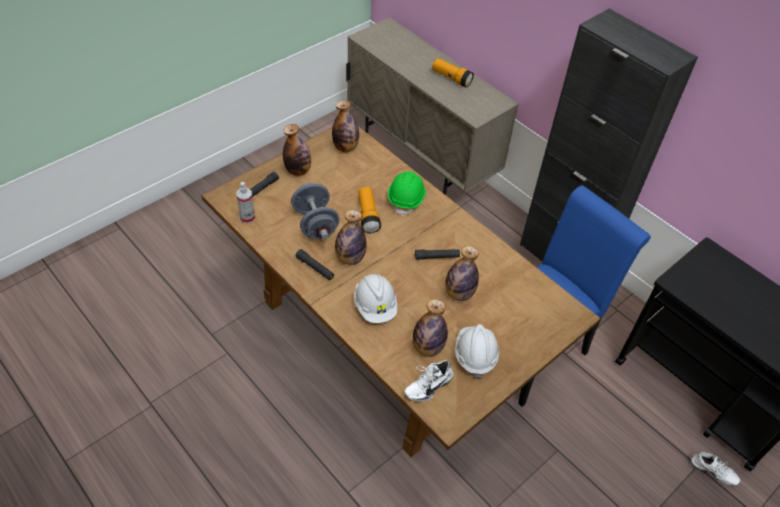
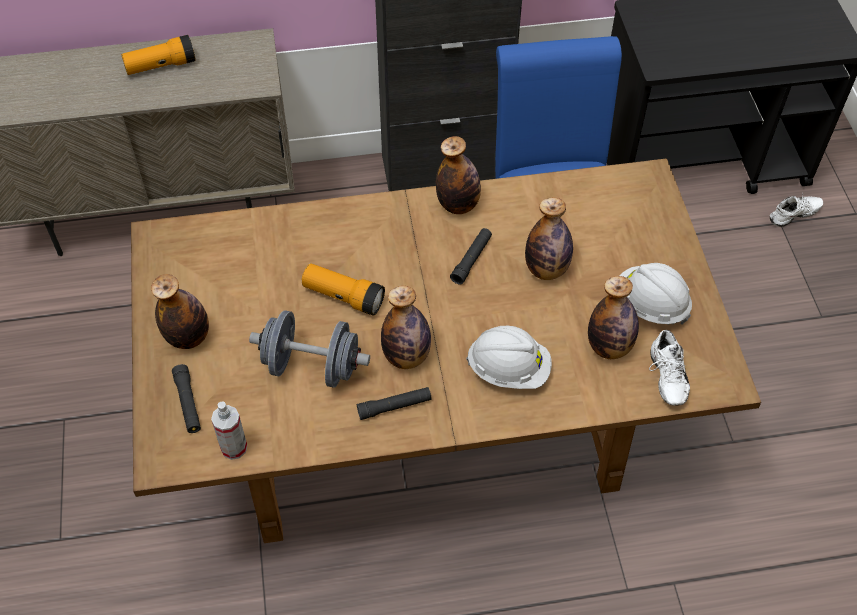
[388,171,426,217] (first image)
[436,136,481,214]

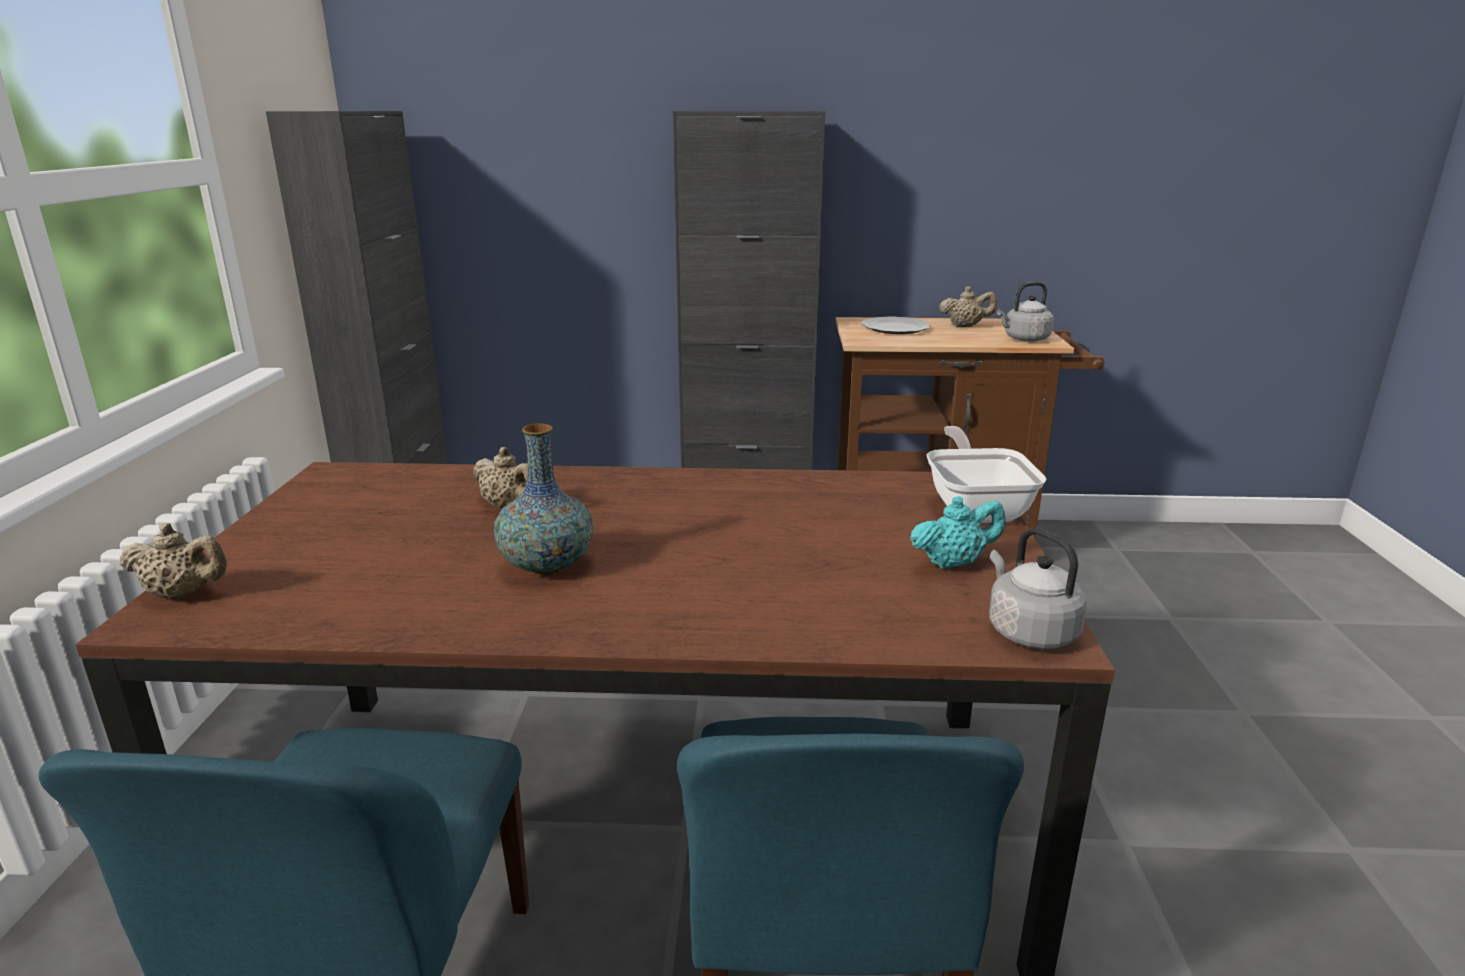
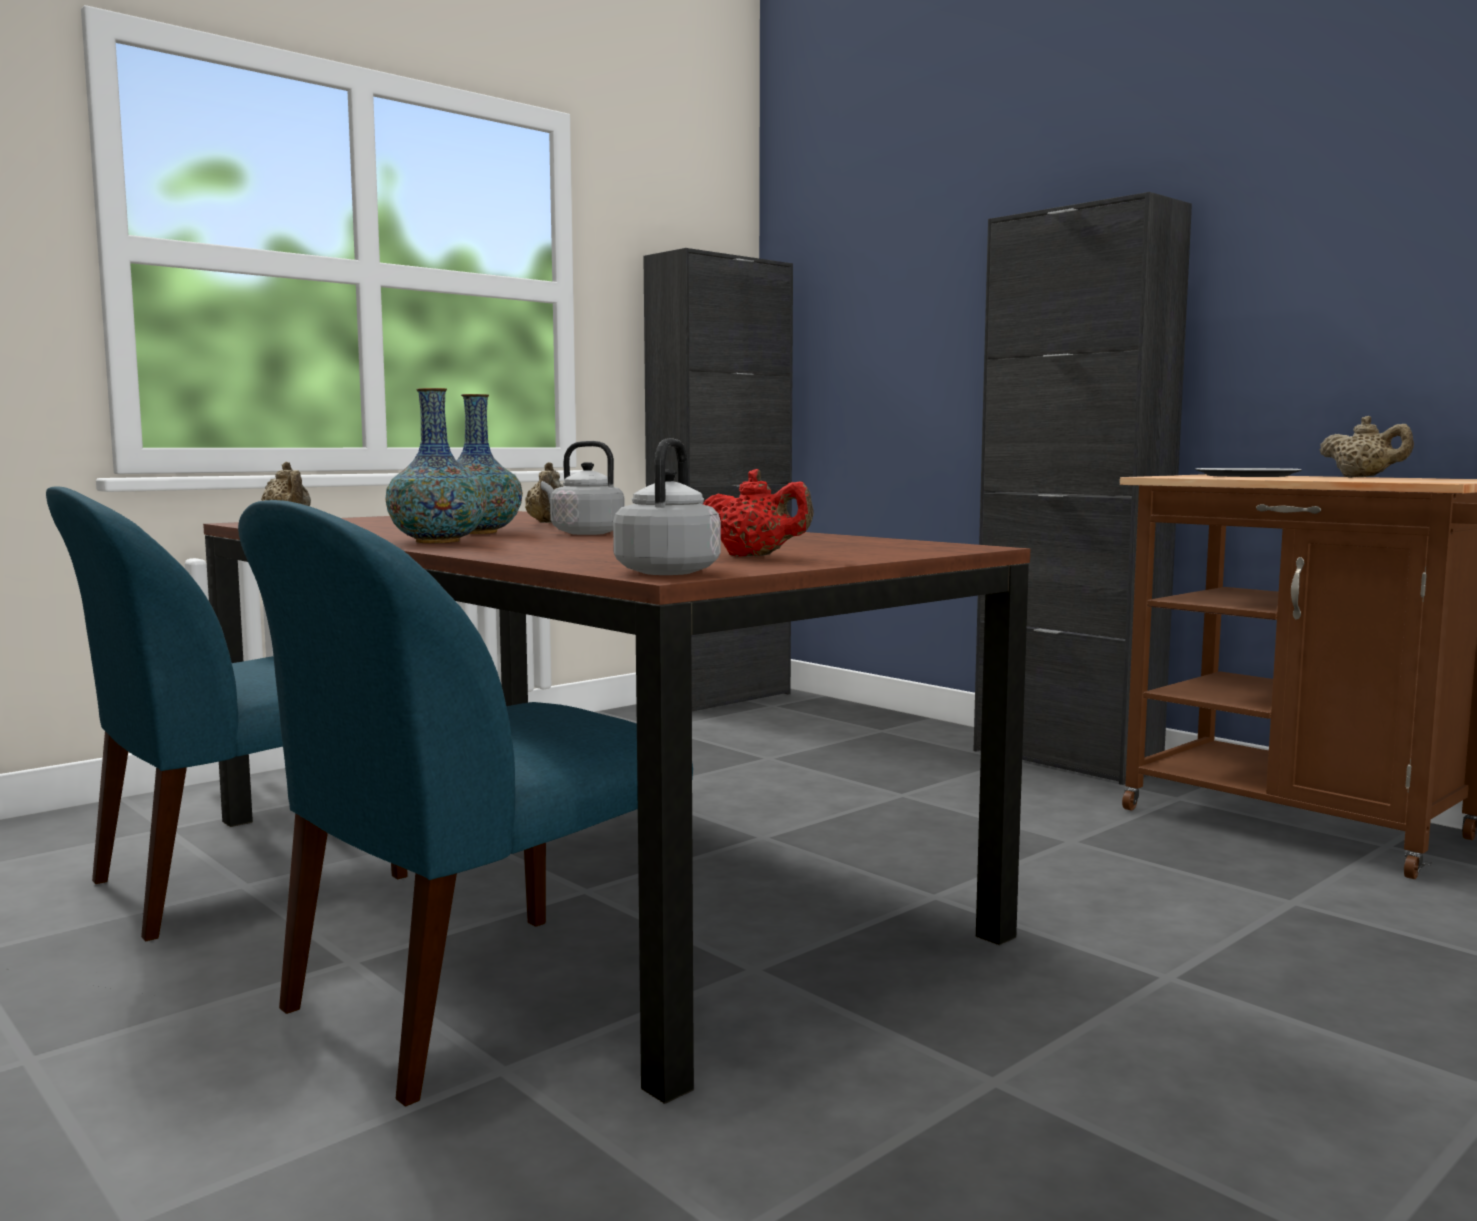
[926,426,1047,523] (first image)
[385,388,488,543]
[541,441,625,535]
[703,469,813,557]

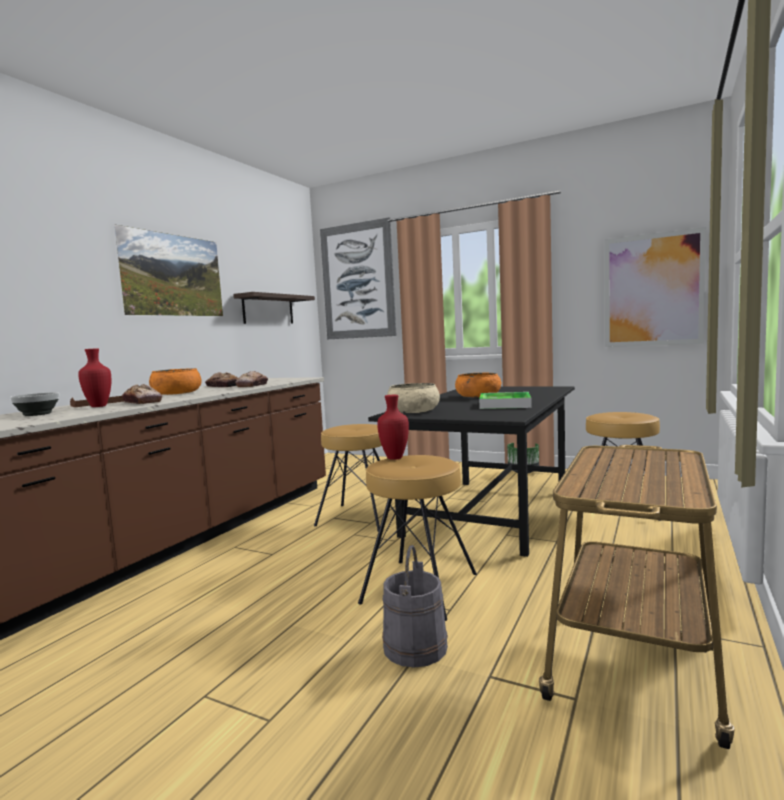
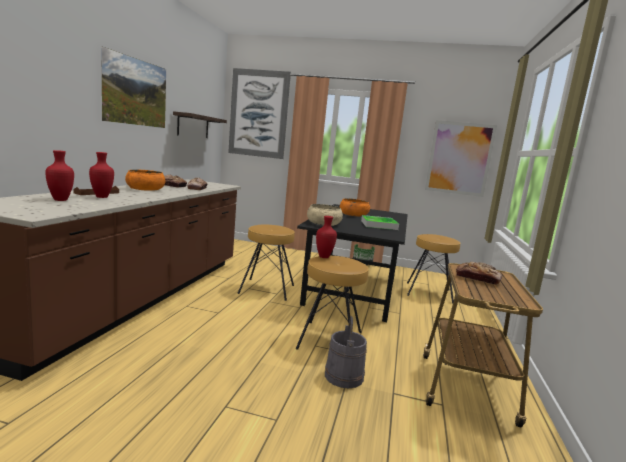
[456,261,502,285]
[45,150,74,201]

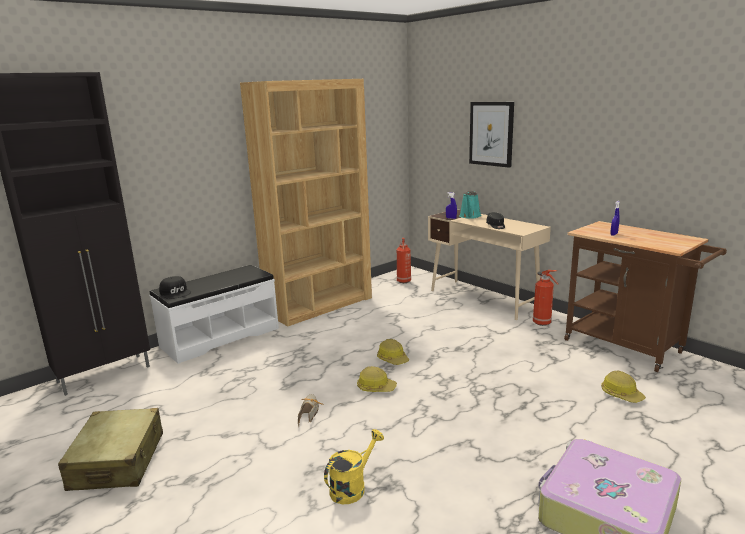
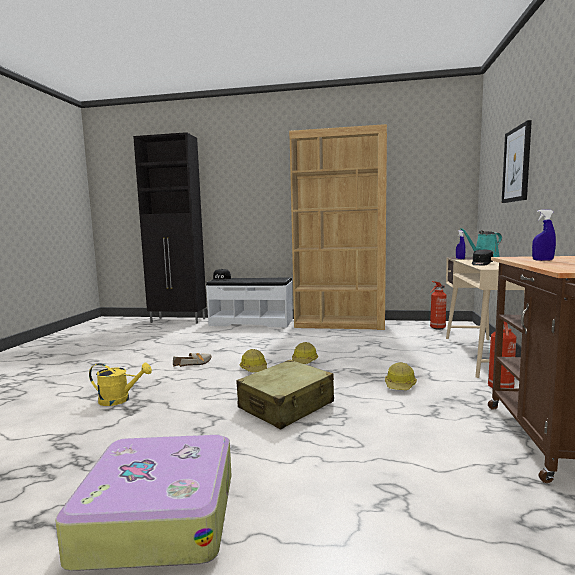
[237,360,334,430]
[385,362,417,390]

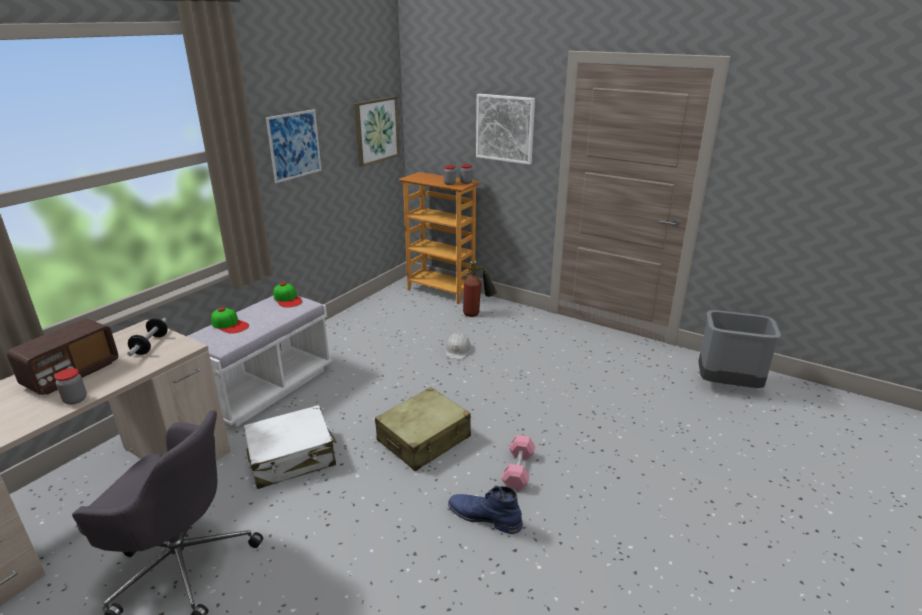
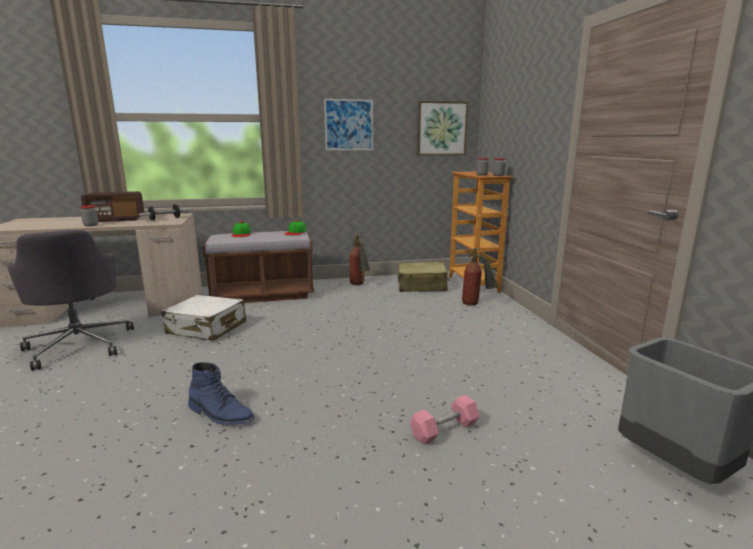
[445,332,471,359] (first image)
[476,94,535,165] (first image)
[350,234,370,285]
[398,262,450,292]
[410,395,480,445]
[202,231,314,303]
[188,362,255,425]

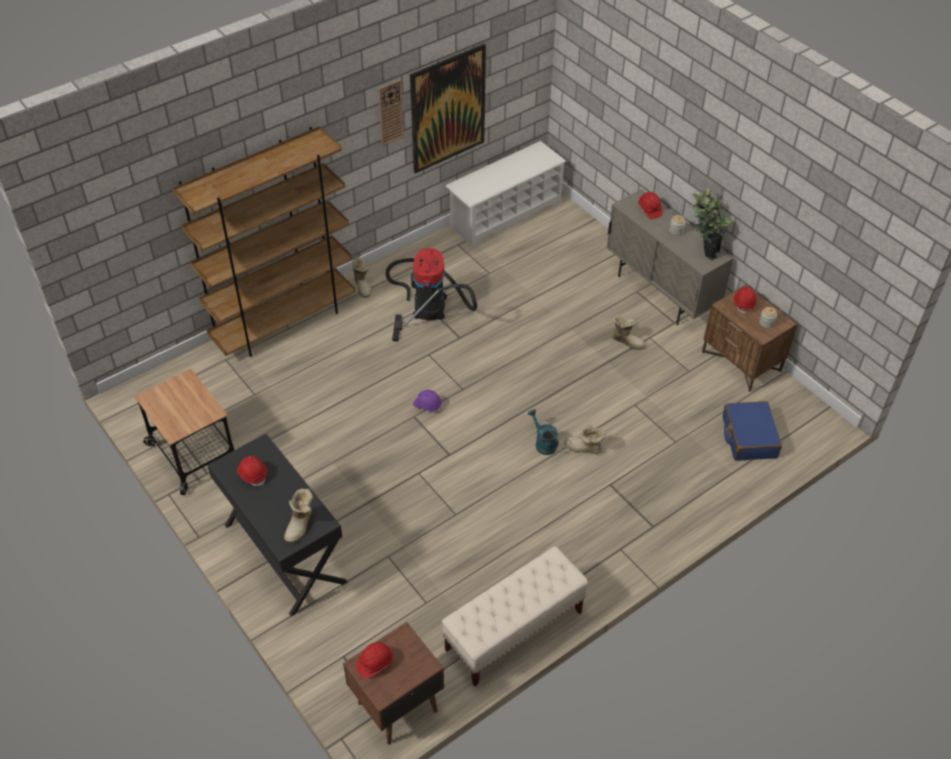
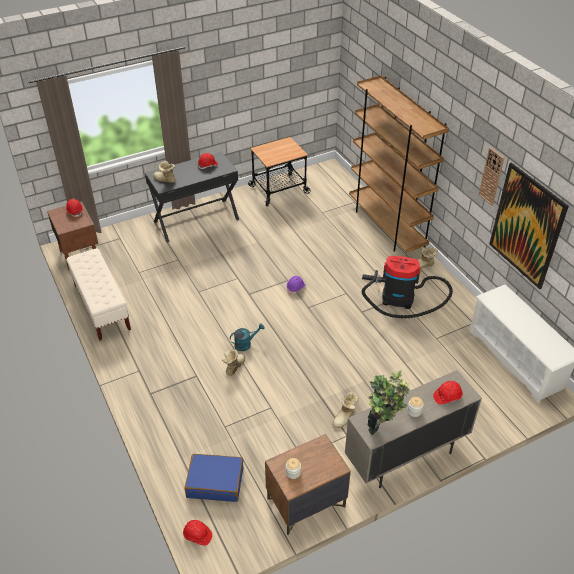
[183,520,212,545]

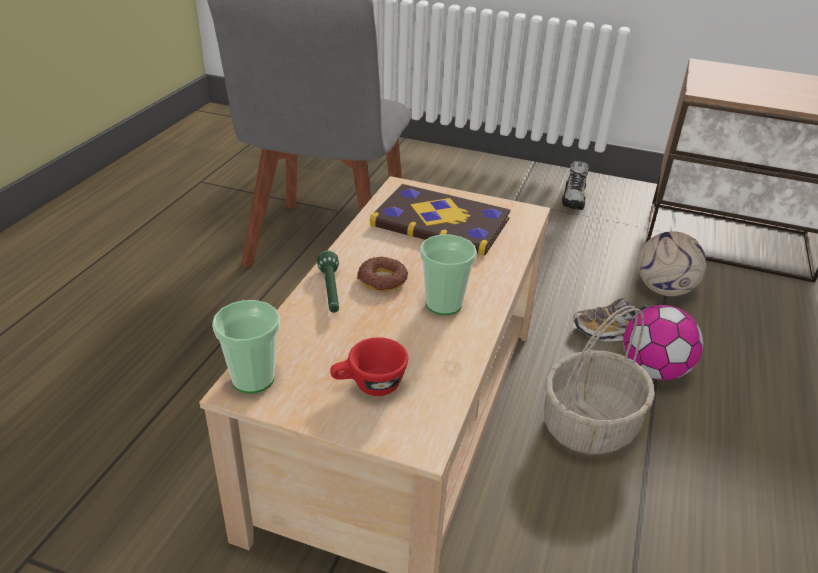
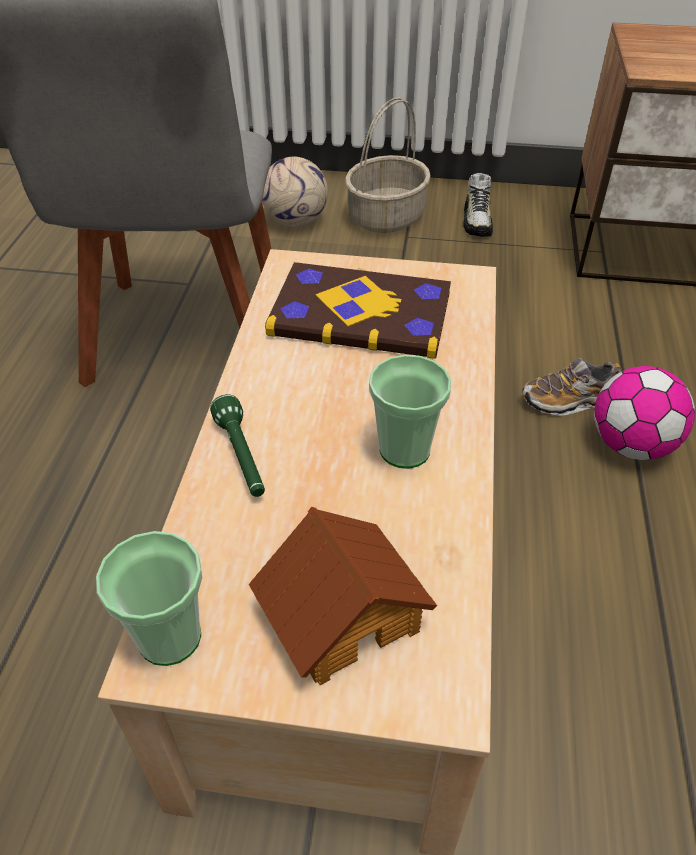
[357,257,408,291] (first image)
[345,98,431,233]
[262,156,328,227]
[249,507,437,685]

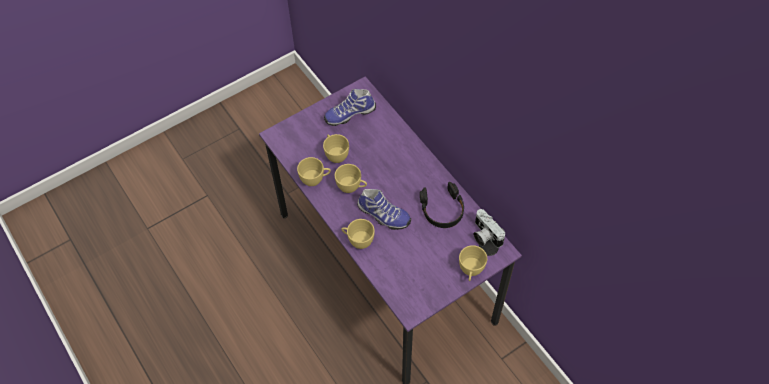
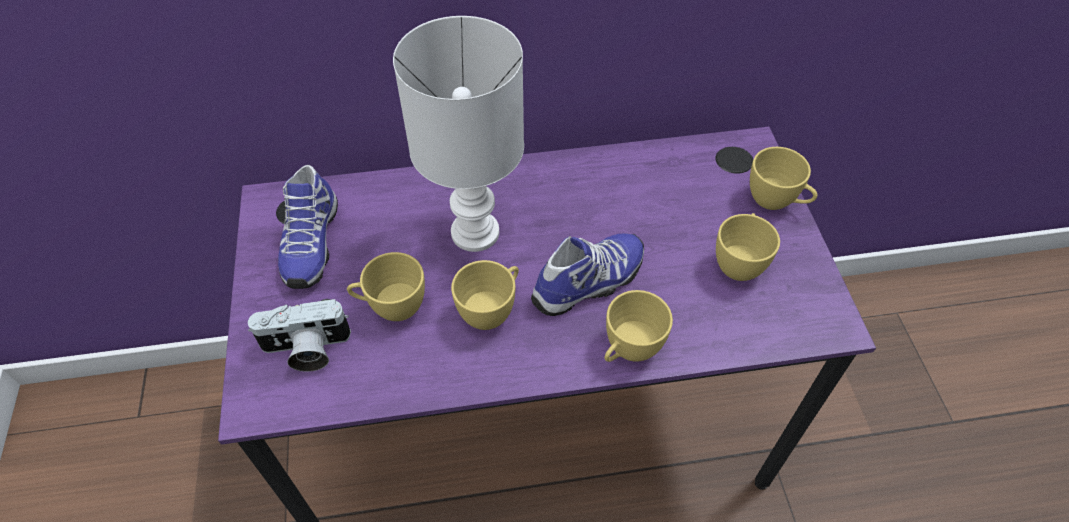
[420,182,464,228] (first image)
[393,16,524,252]
[716,213,780,281]
[248,299,351,372]

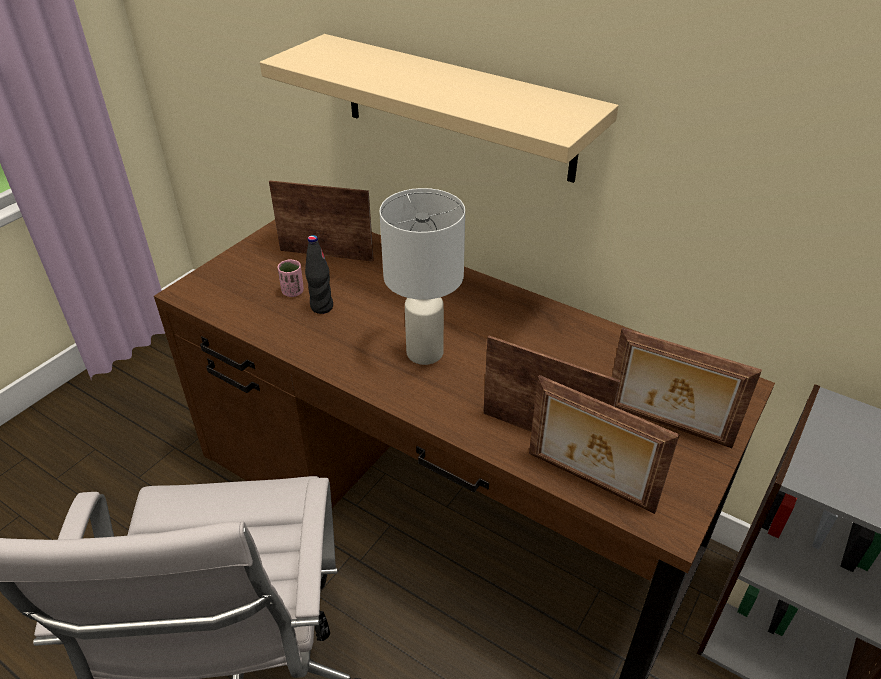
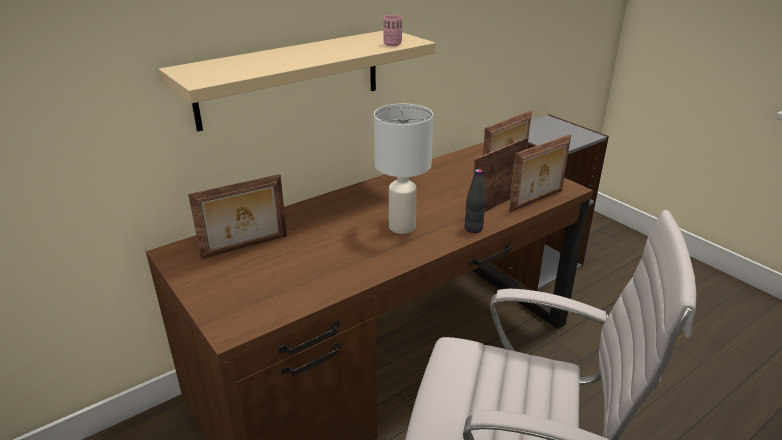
[383,15,402,46]
[465,169,486,233]
[188,174,287,259]

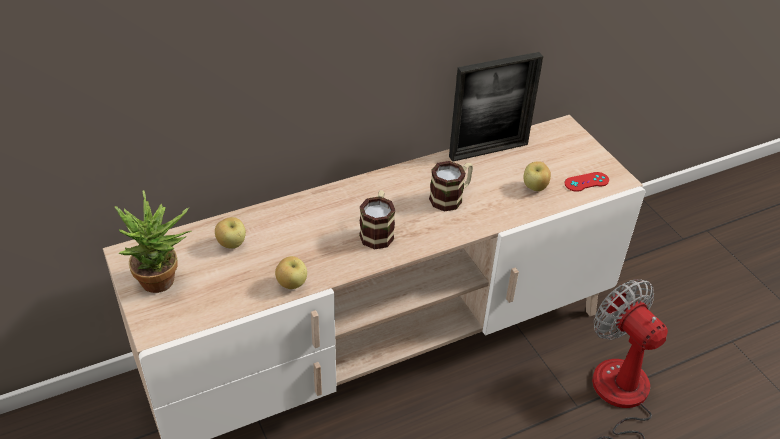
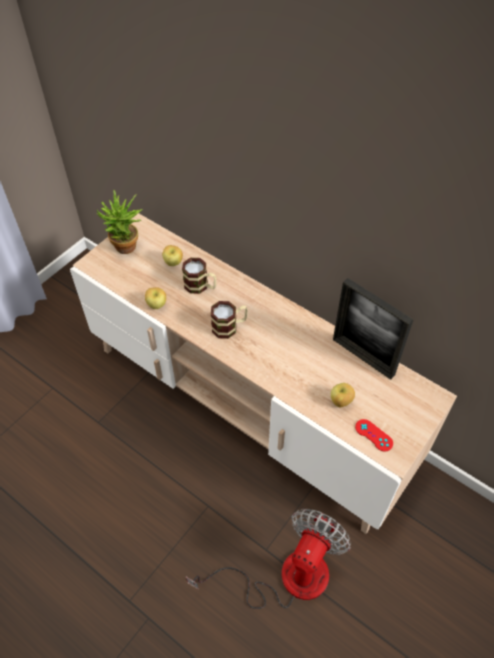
[182,258,217,294]

